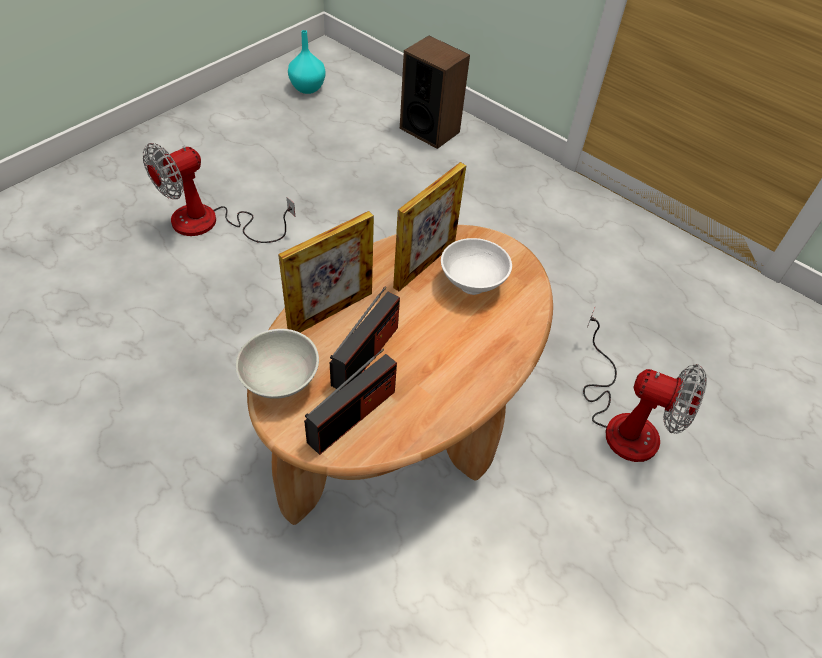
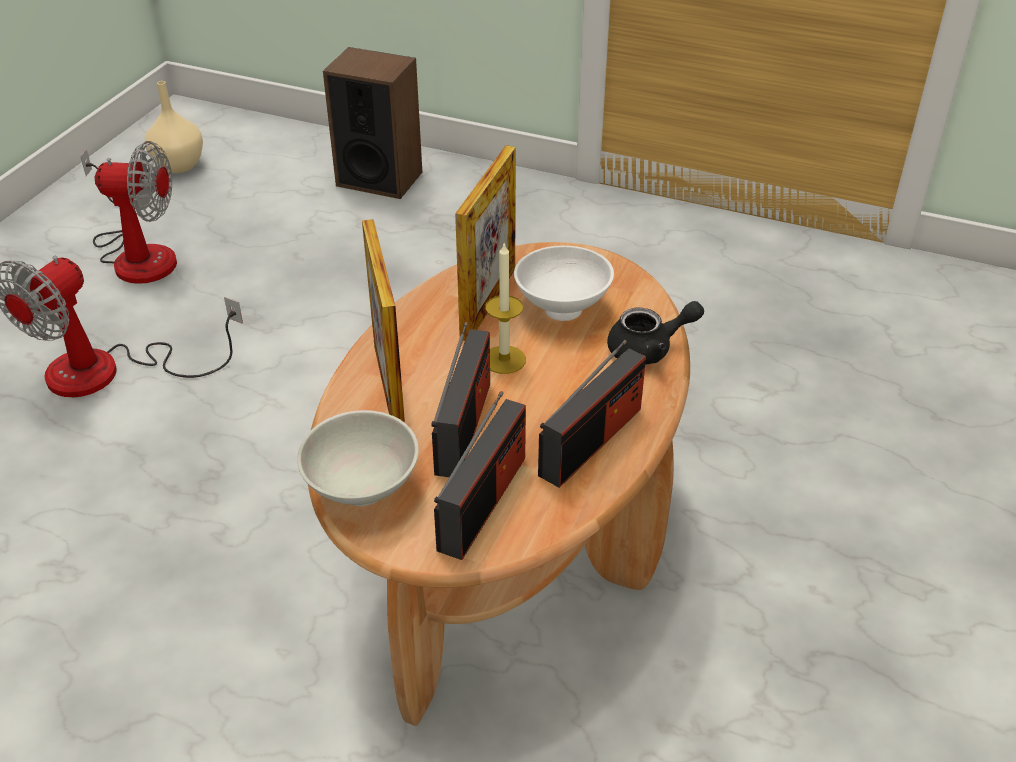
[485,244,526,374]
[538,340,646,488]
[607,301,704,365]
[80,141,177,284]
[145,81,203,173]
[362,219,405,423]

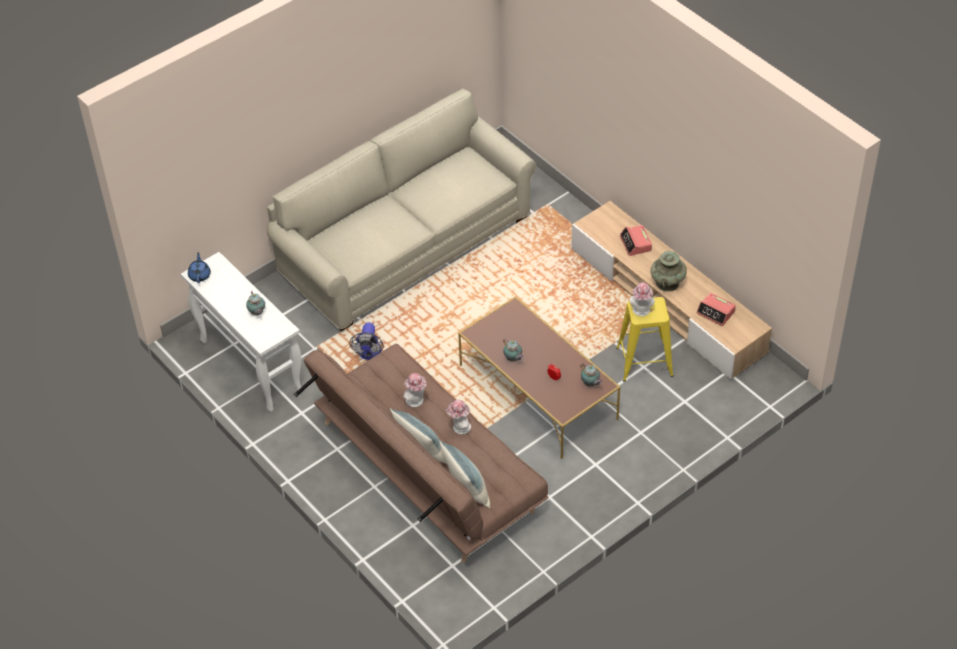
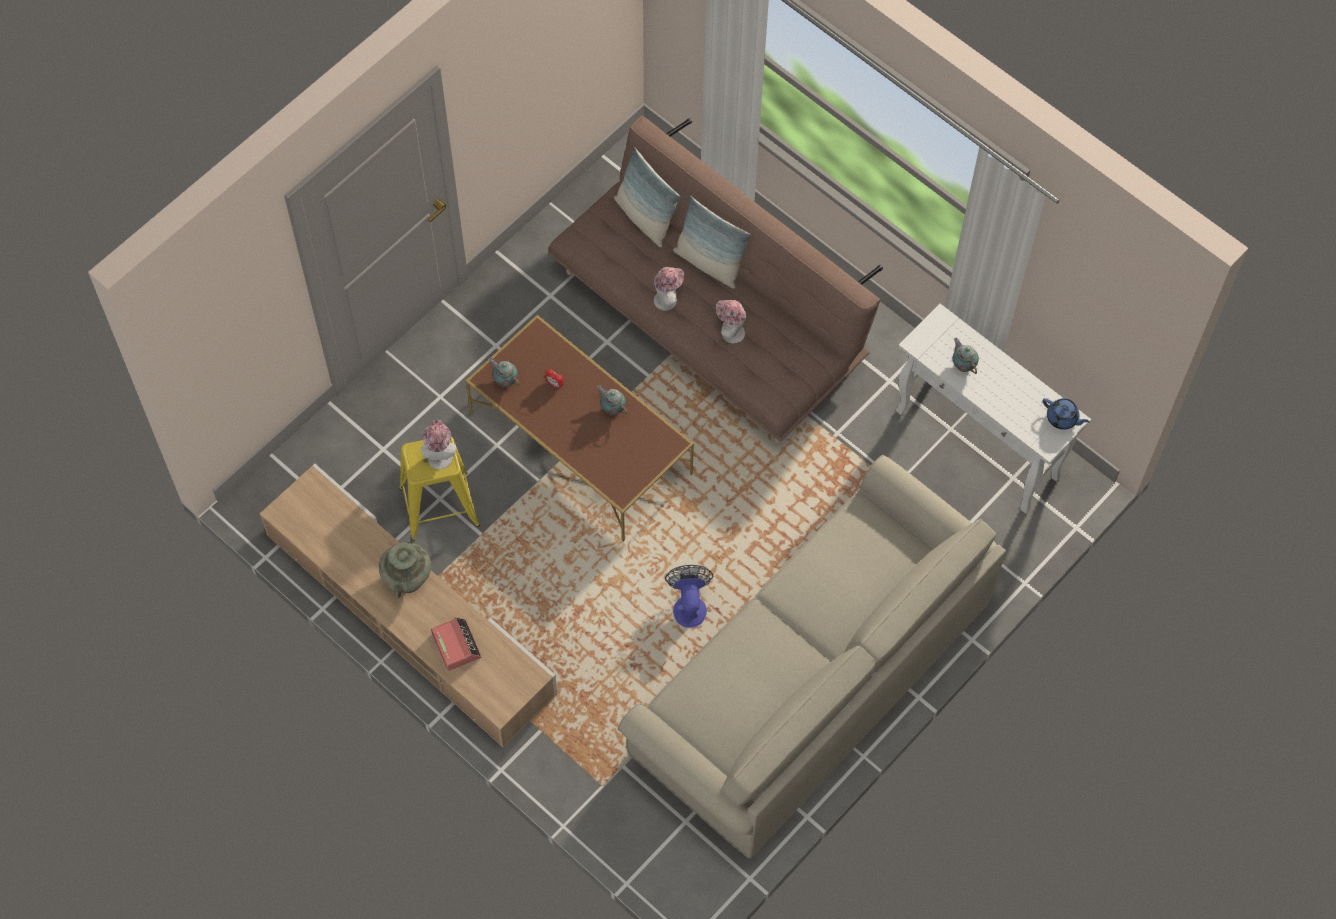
[696,292,736,326] (first image)
[665,565,713,628]
[1042,398,1090,430]

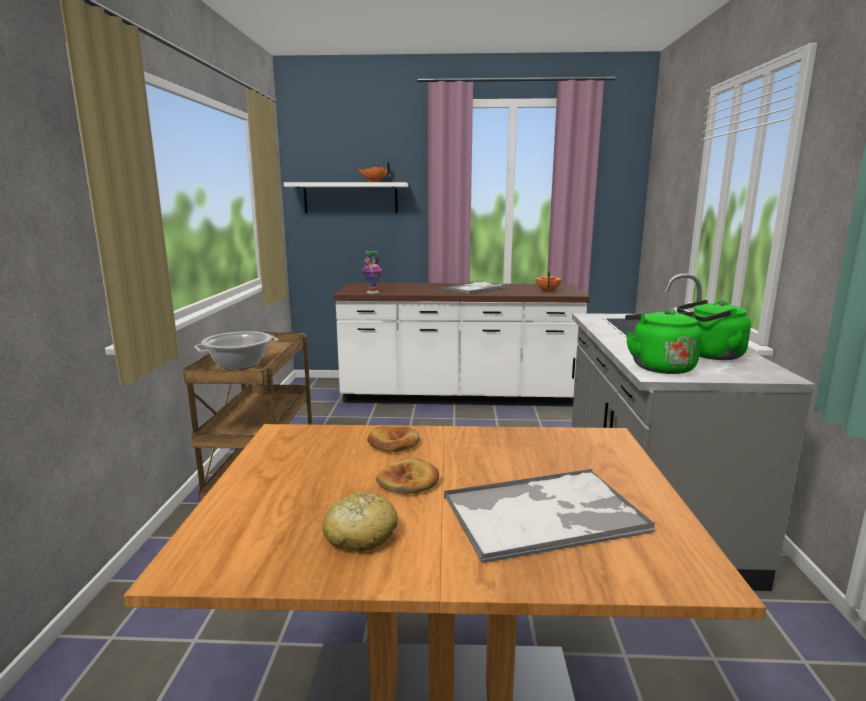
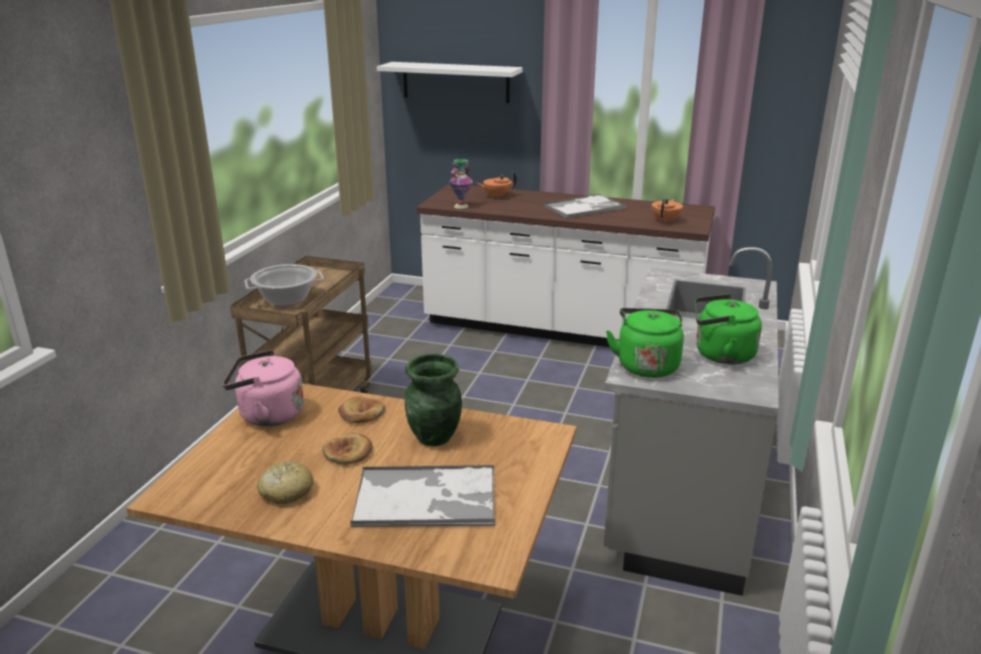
[223,350,304,427]
[405,354,462,446]
[476,171,517,198]

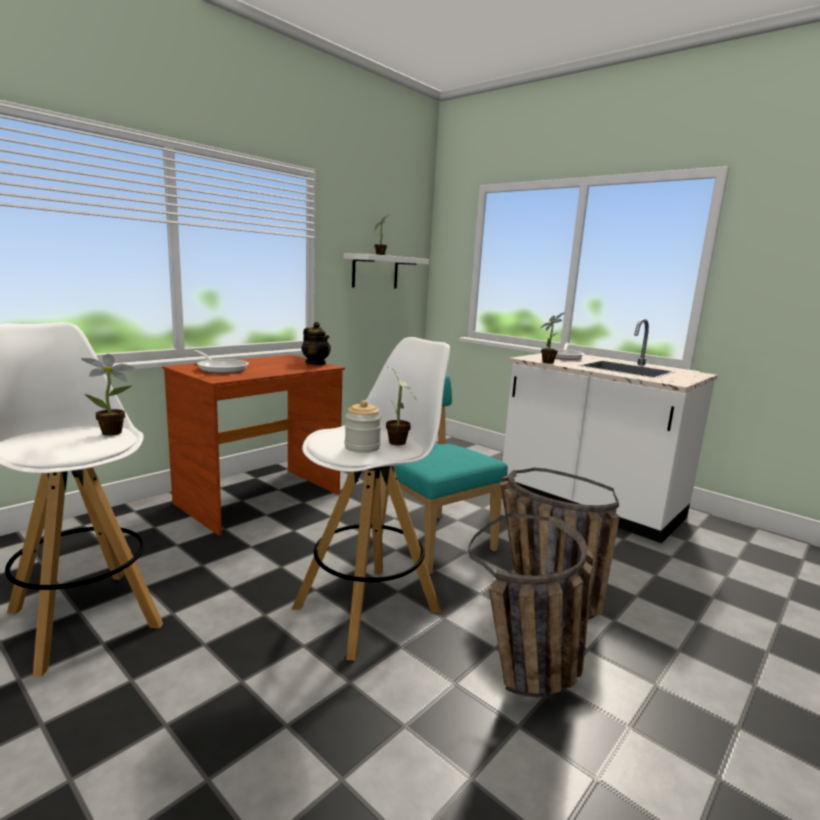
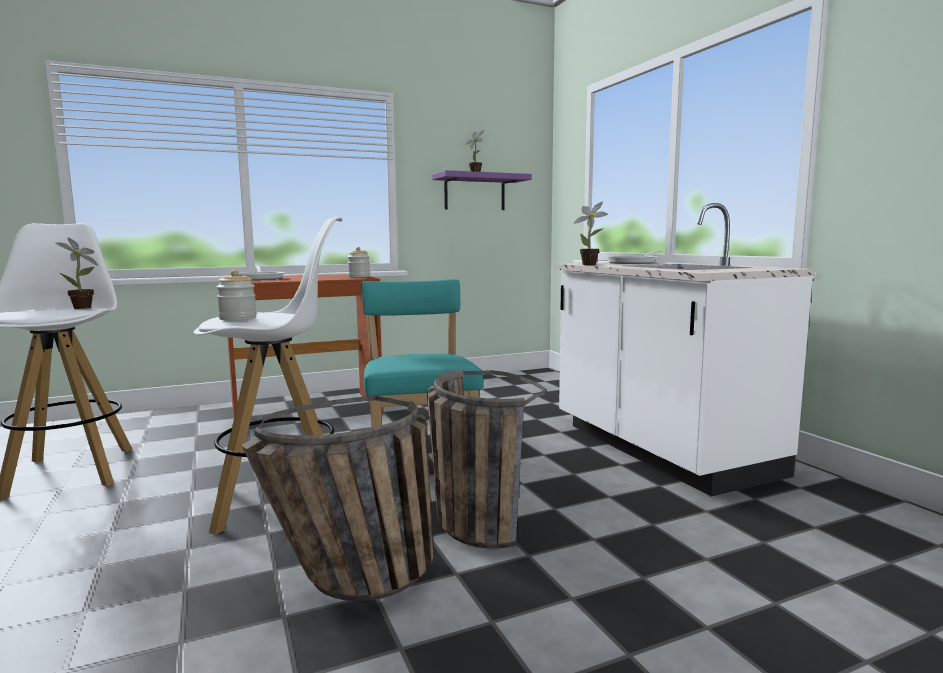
[386,366,417,445] (first image)
[347,247,370,277]
[432,170,532,210]

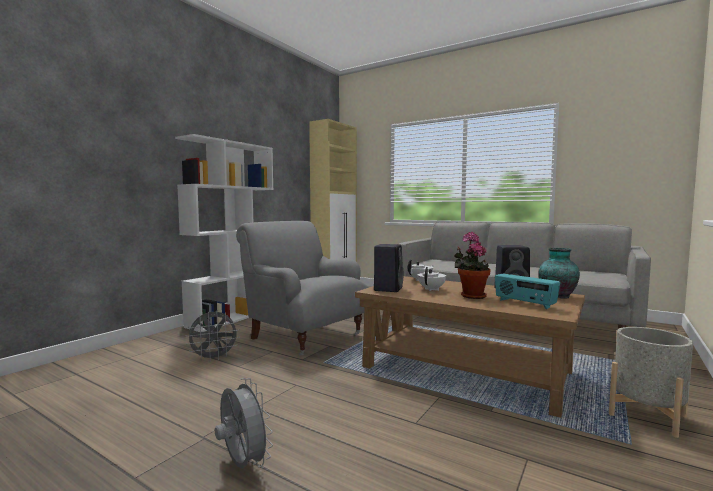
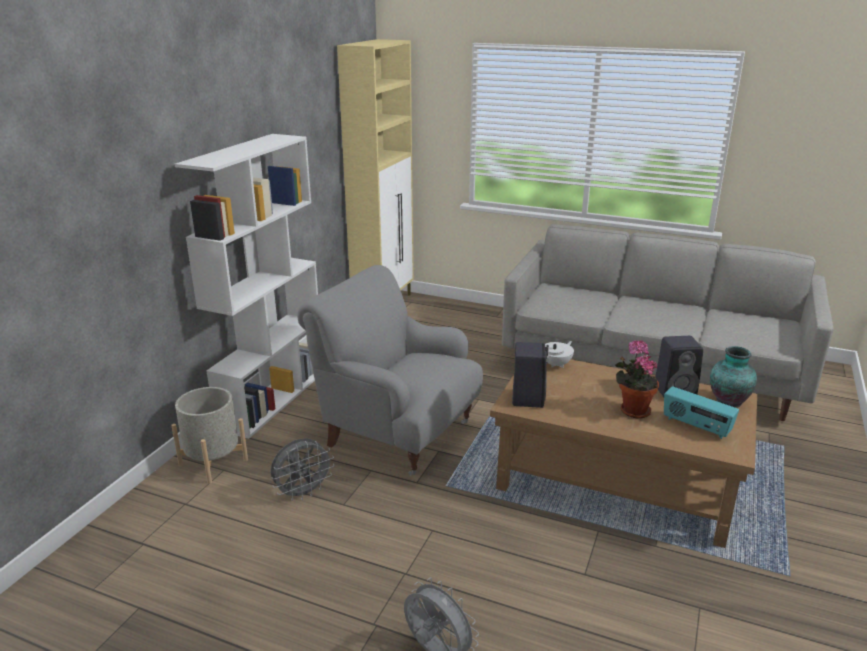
[418,267,446,291] (first image)
[171,387,248,484]

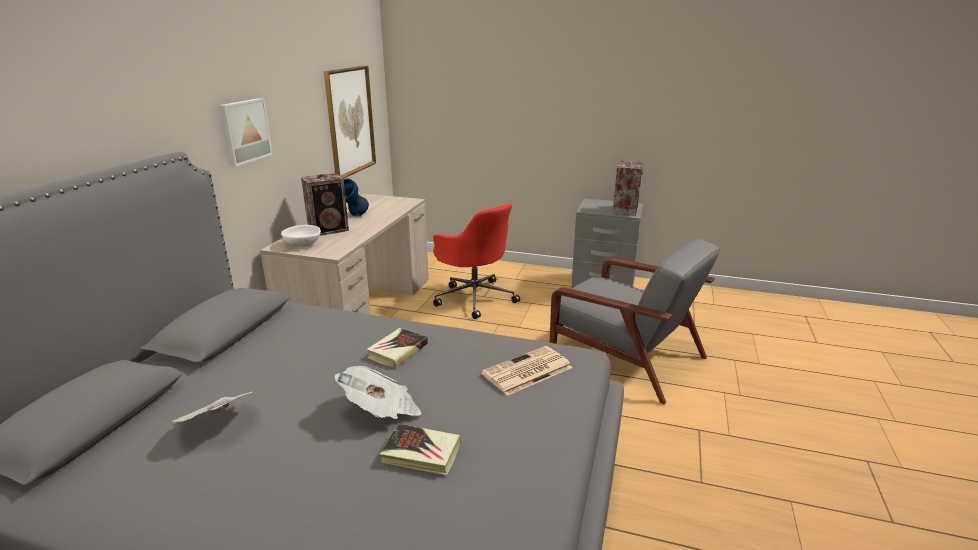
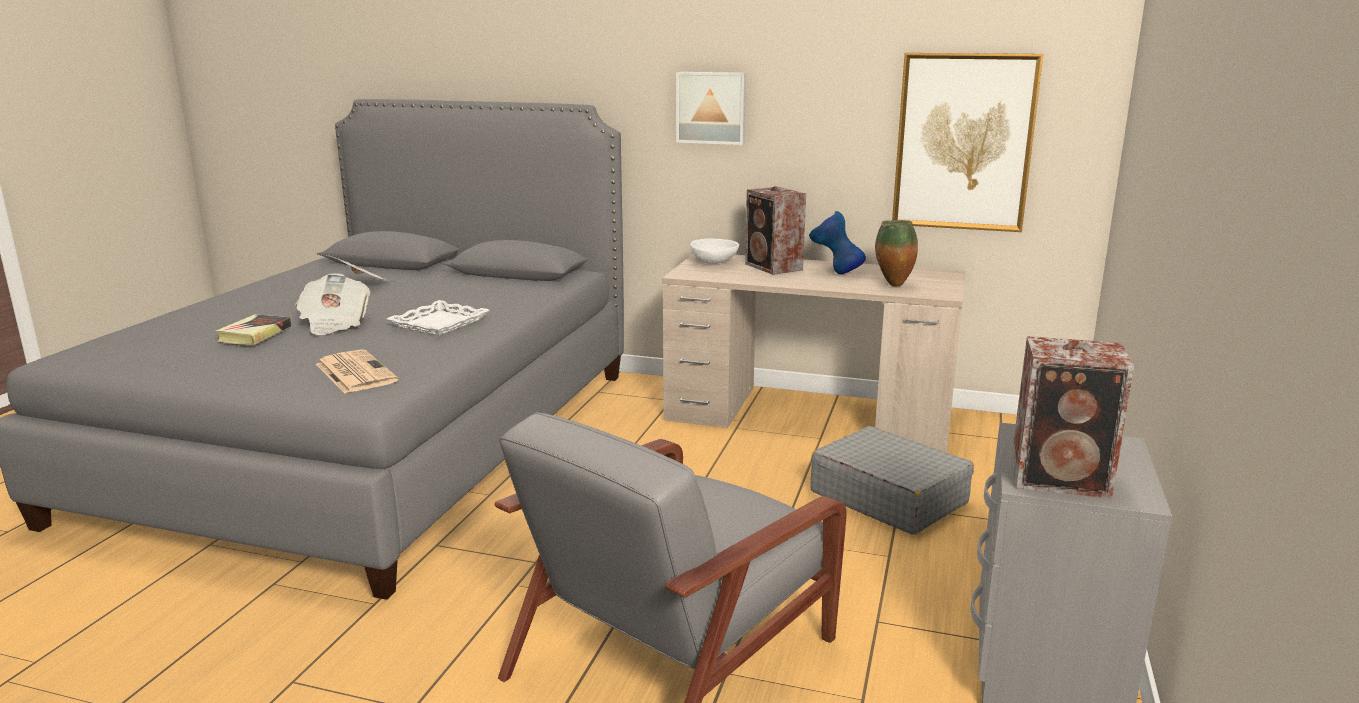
[875,220,918,286]
[387,300,490,336]
[810,426,974,535]

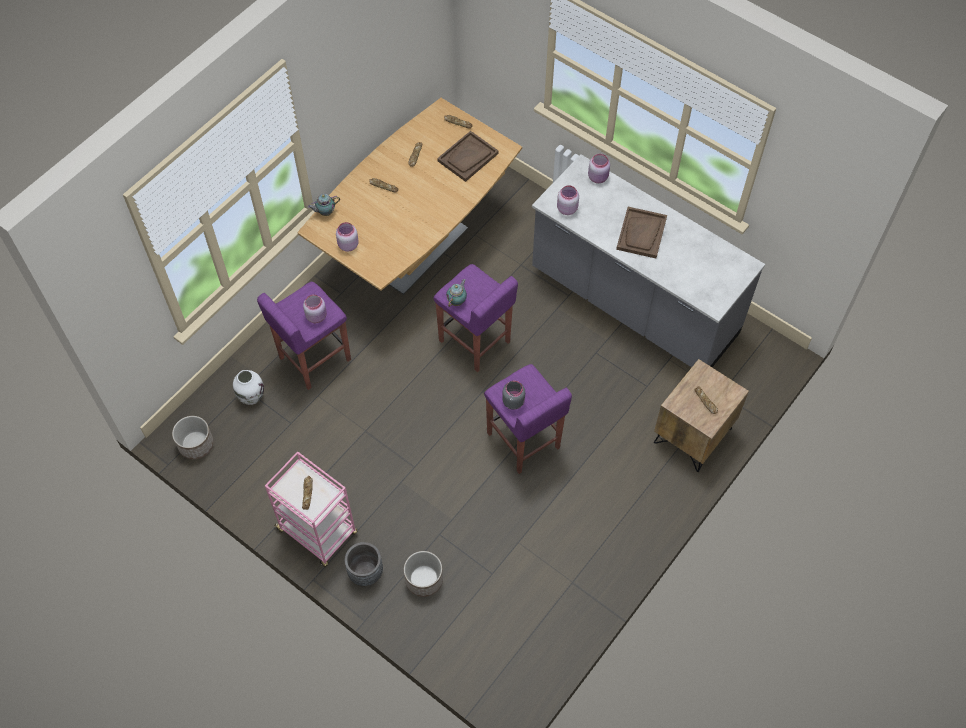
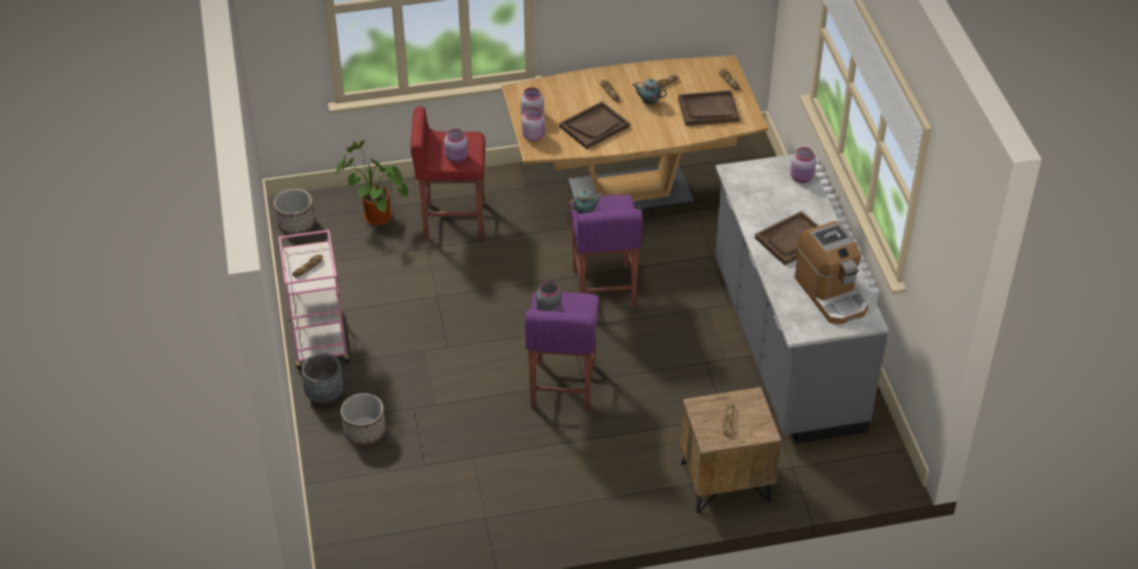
[559,101,630,149]
[795,221,869,325]
[632,78,667,105]
[522,107,545,142]
[336,140,408,225]
[411,107,485,240]

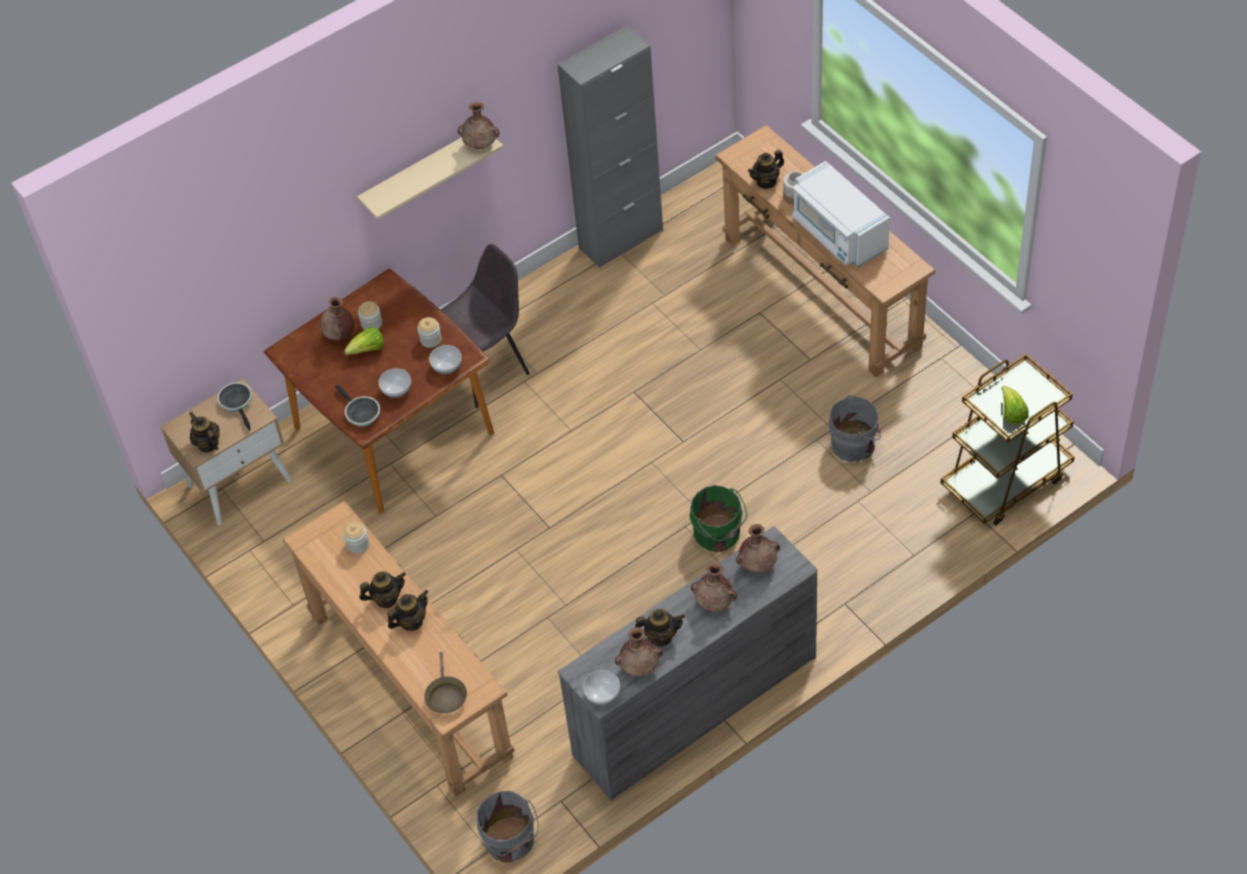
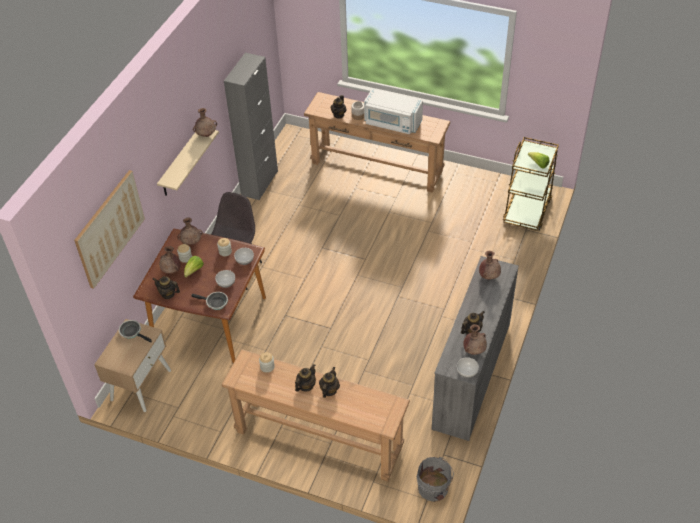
[424,652,467,714] (first image)
[690,485,747,552] (first image)
[829,395,881,462] (first image)
[74,170,145,289]
[153,276,180,299]
[178,217,203,245]

